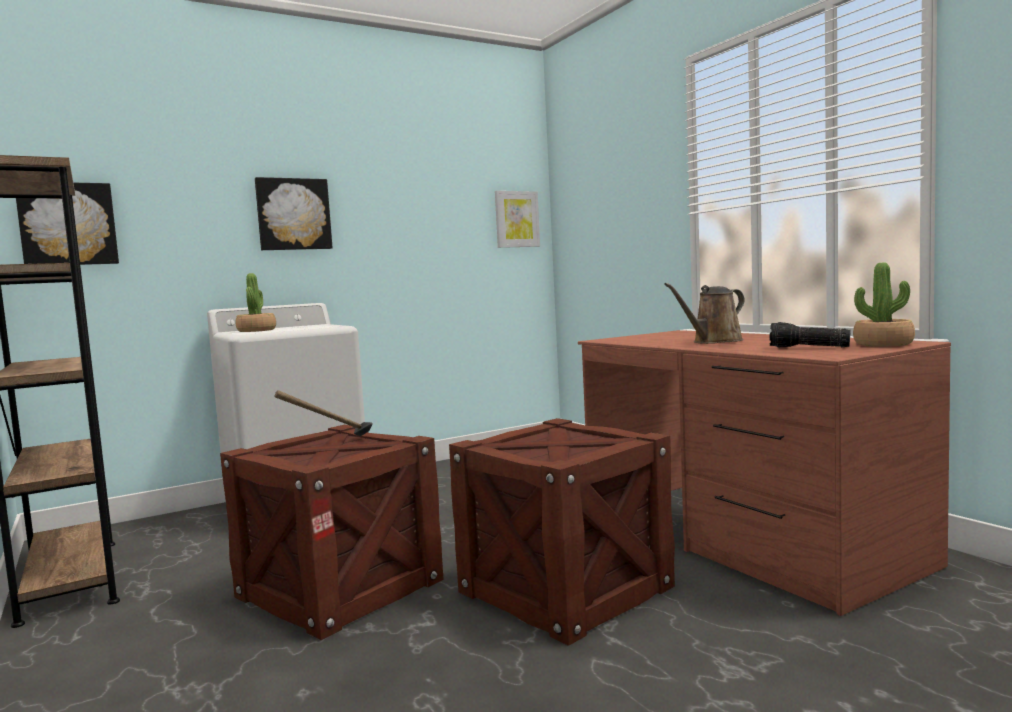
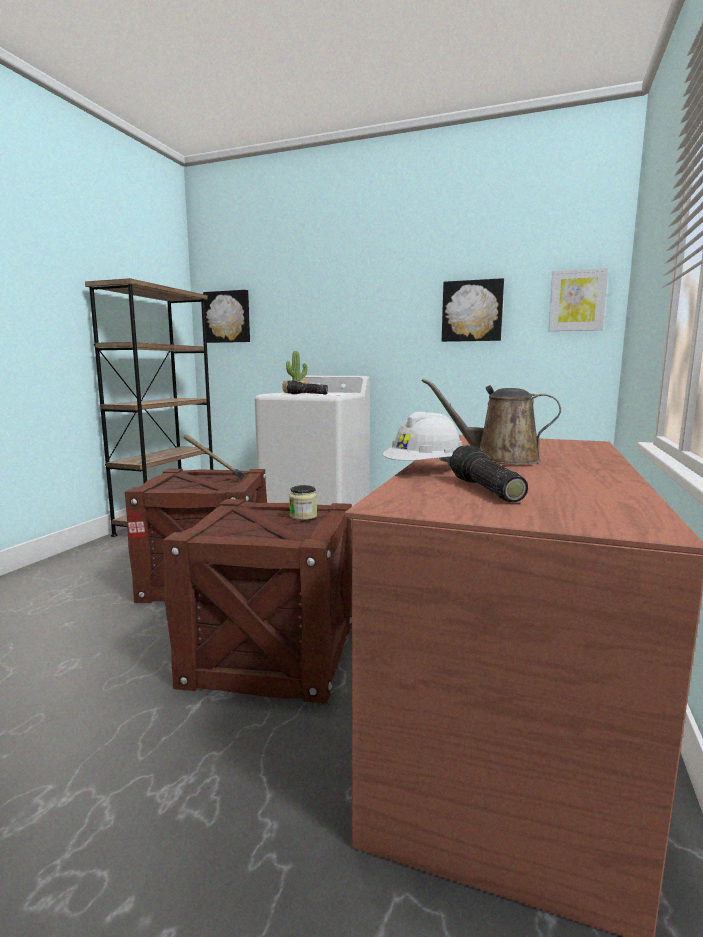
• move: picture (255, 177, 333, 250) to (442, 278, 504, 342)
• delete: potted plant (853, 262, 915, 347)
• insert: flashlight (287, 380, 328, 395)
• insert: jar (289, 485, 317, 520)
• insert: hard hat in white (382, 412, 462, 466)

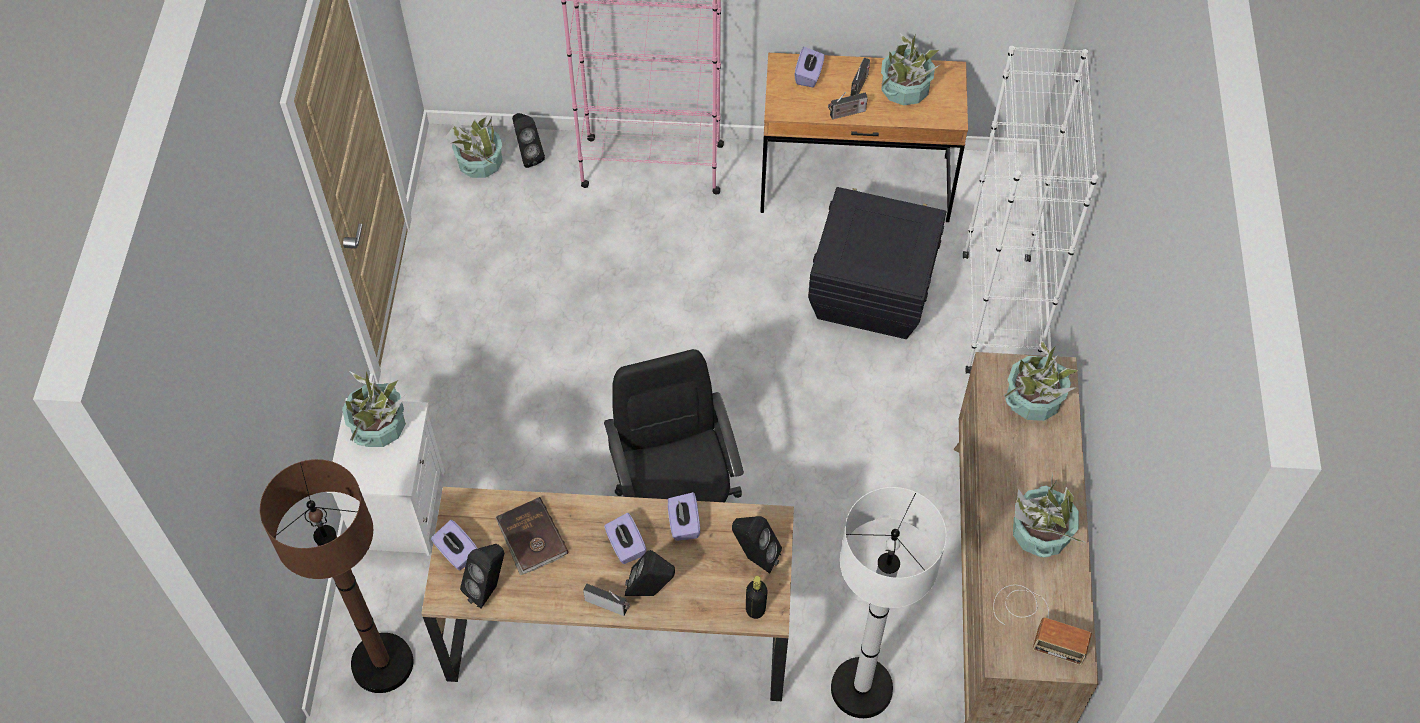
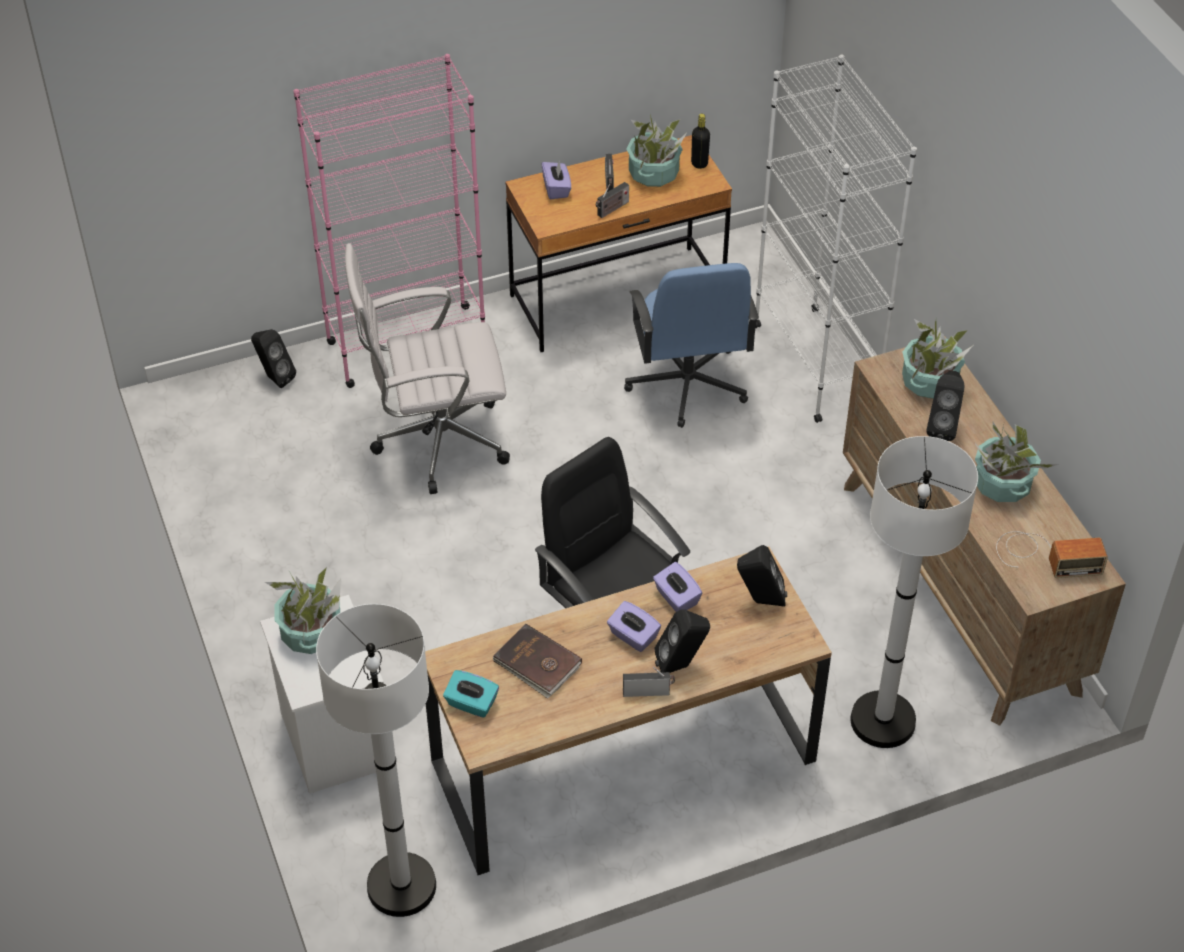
• recolor: floor lamp in brown (260, 459, 413, 693) to floor lamp in white (316, 604, 436, 917)
• recolor: tissue box in purple (431, 520, 478, 570) to tissue box in turquoise (443, 670, 499, 718)
• delete: potted plant (445, 116, 503, 178)
• move: speaker in black (460, 544, 504, 609) to (926, 371, 964, 441)
• move: bottle in black (746, 576, 768, 619) to (691, 114, 710, 169)
• replace: storage box in black (808, 187, 946, 339) to office chair in blue (624, 263, 759, 428)
• insert: office chair in white (345, 243, 510, 494)

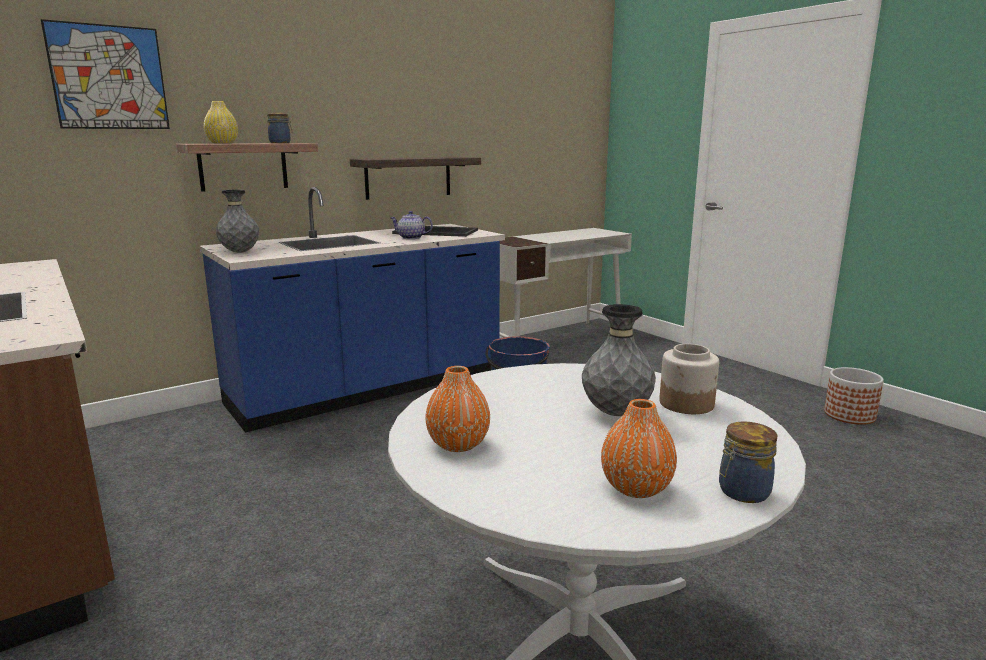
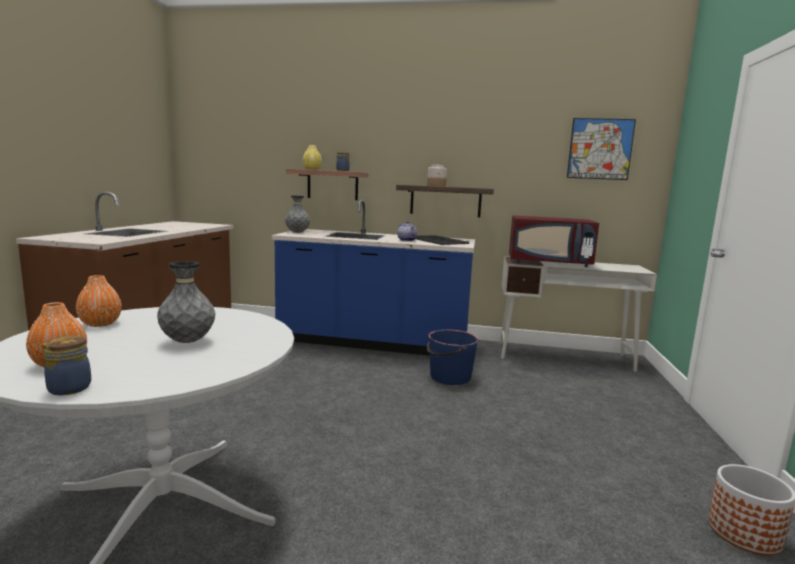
• move: picture (41, 19, 170, 129) to (567, 118, 636, 180)
• move: jar (659, 344, 719, 414) to (427, 165, 447, 186)
• insert: microwave in red (509, 215, 599, 267)

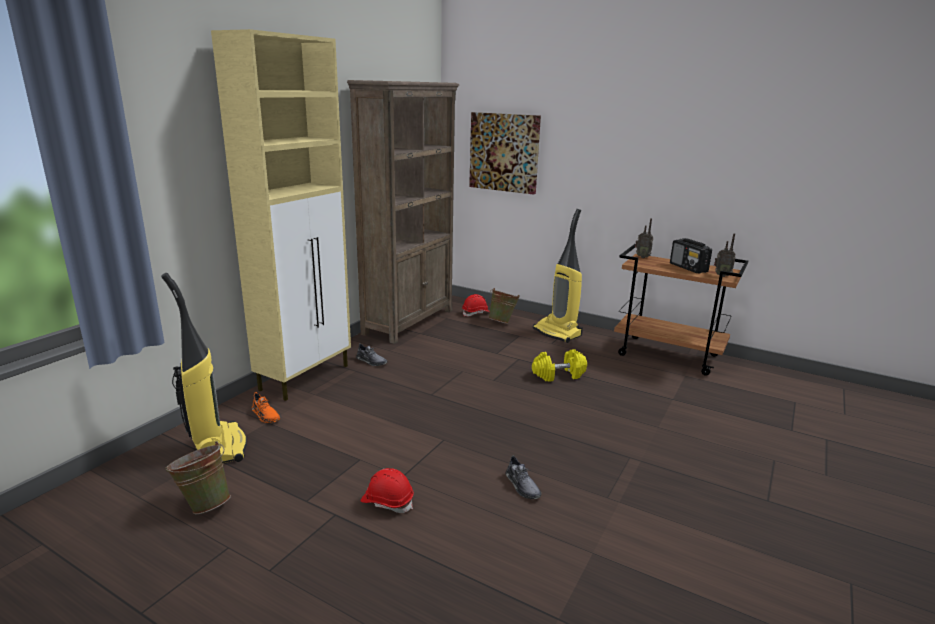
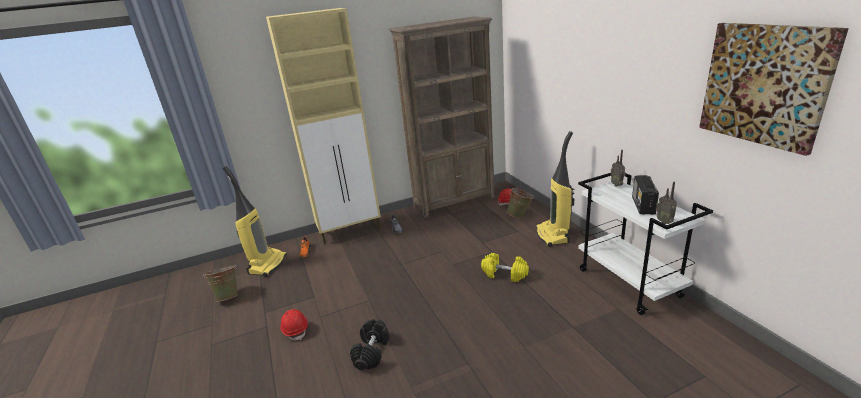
• move: picture (469, 112, 541, 195) to (699, 23, 849, 156)
• replace: shoe in grey (506, 455, 542, 499) to dumbbell in black (350, 319, 389, 370)
• recolor: cart in brown (614, 244, 748, 376) to cart in white (578, 173, 713, 315)

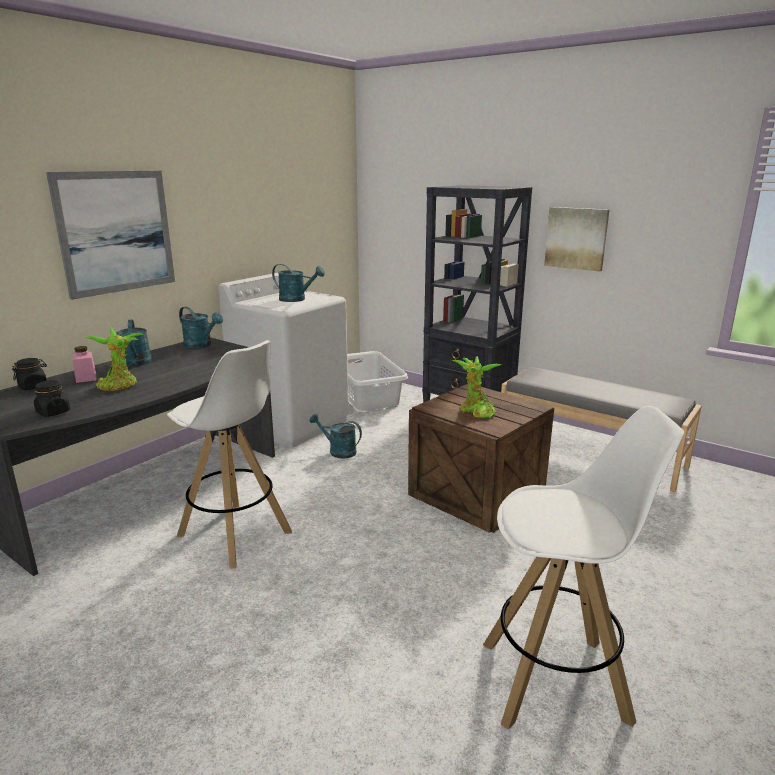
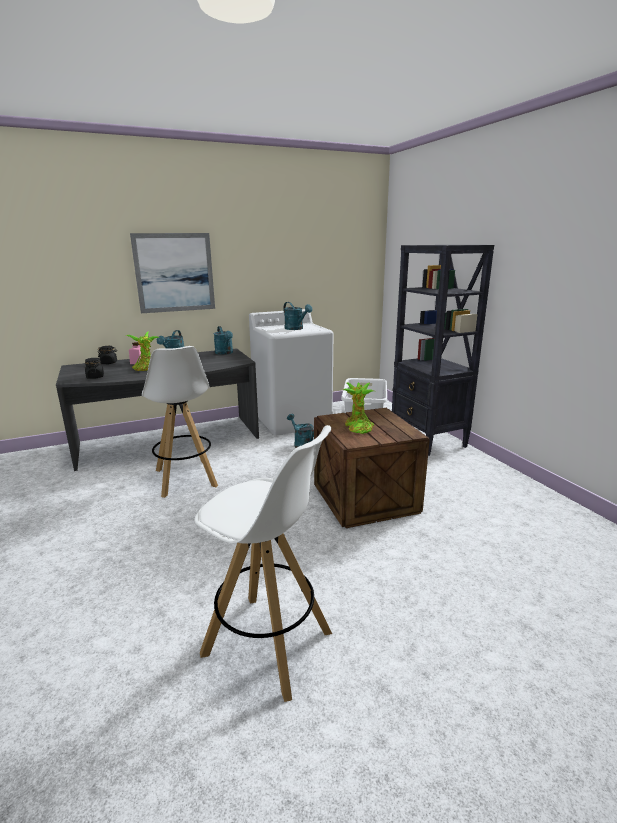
• delete: bench in grey (501, 367, 702, 492)
• delete: picture (544, 207, 610, 271)

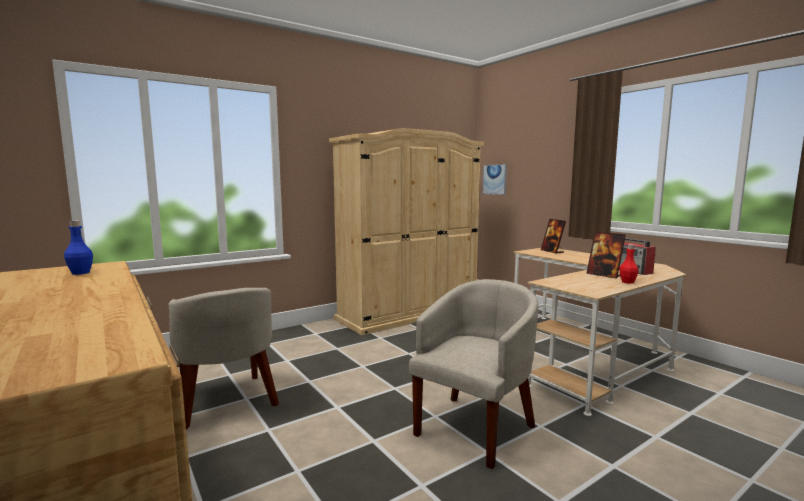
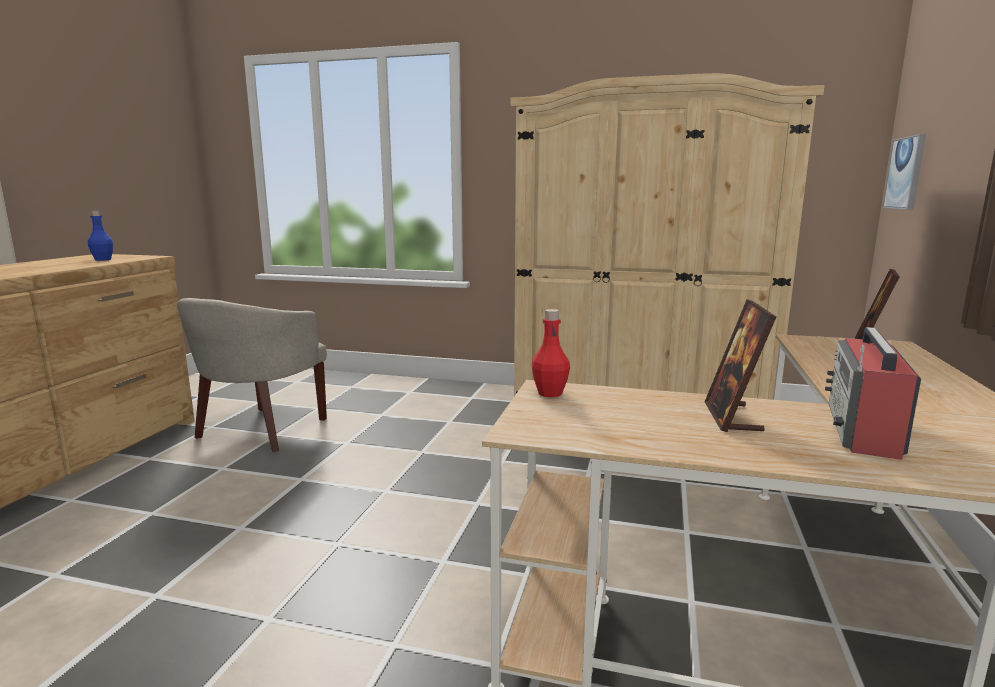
• delete: armchair in beige (409, 279, 538, 469)
• move: bottle in red (619, 245, 639, 284) to (531, 309, 570, 397)

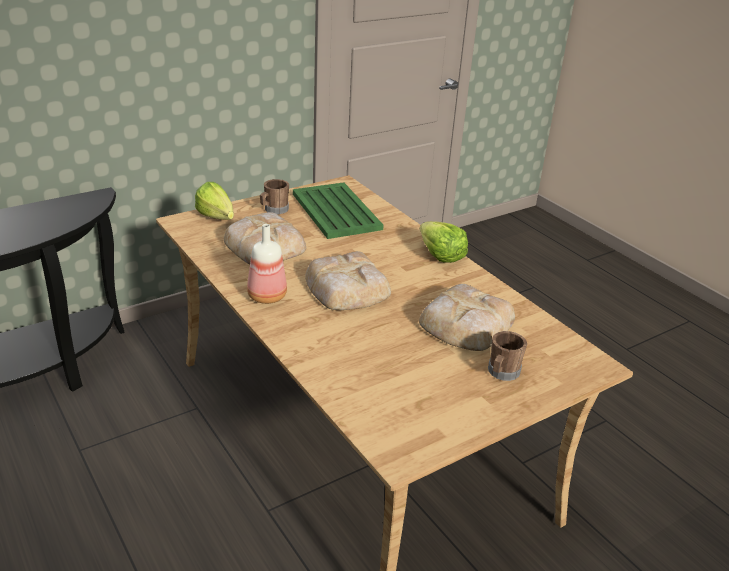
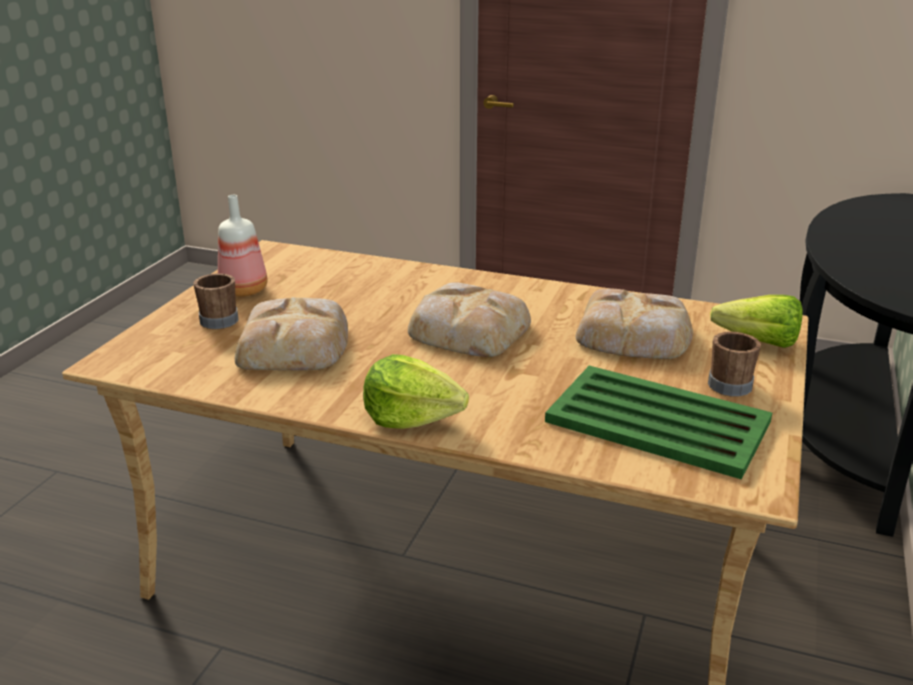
• move: bottle (247, 224, 287, 304) to (218, 195, 268, 297)

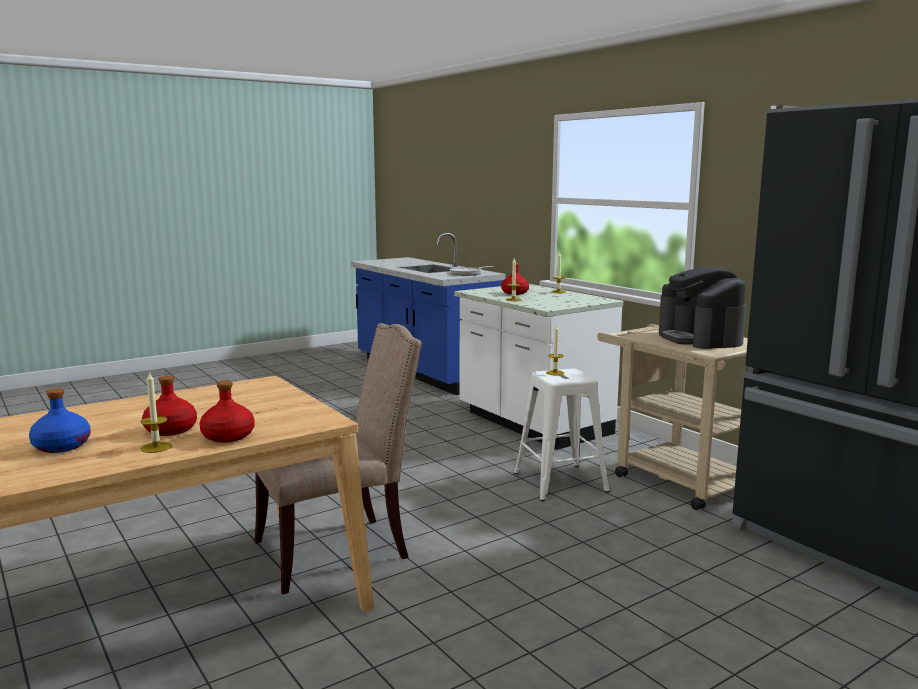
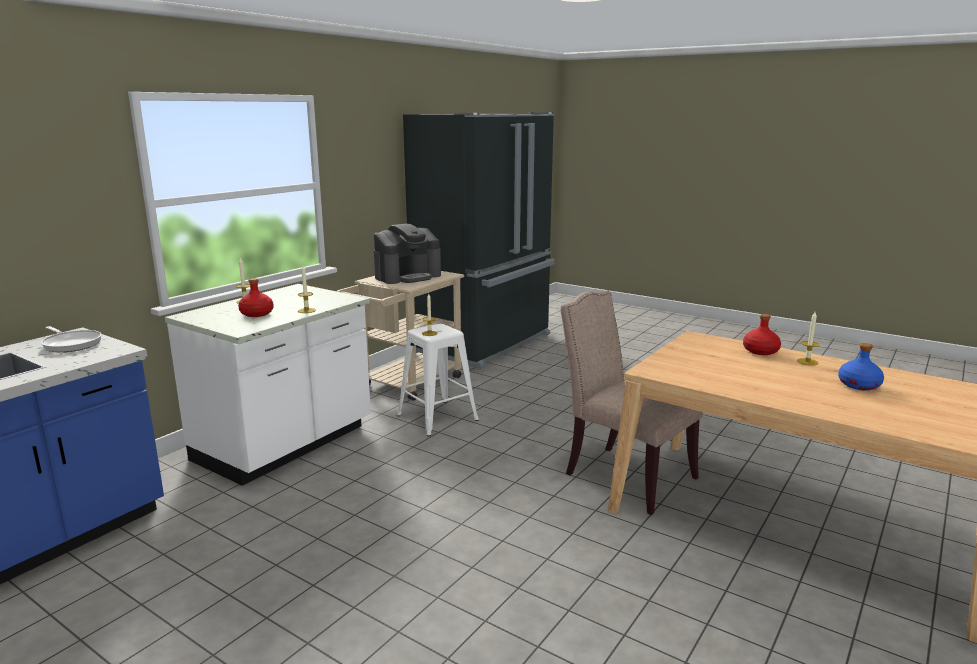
• delete: bottle in red (142, 376, 197, 436)

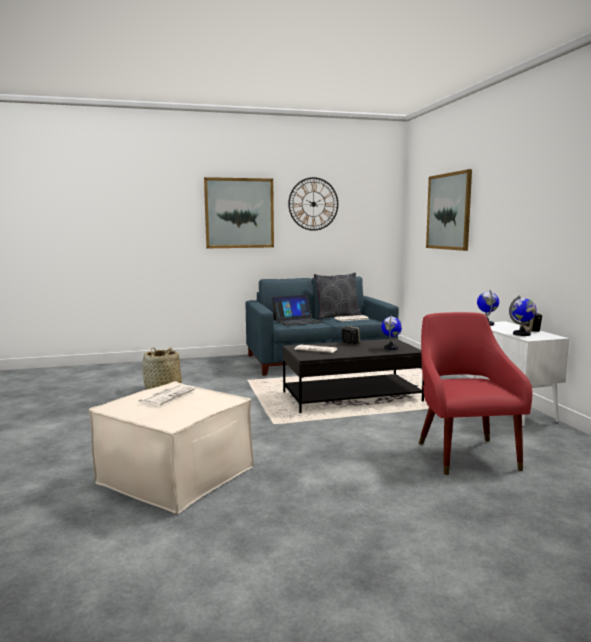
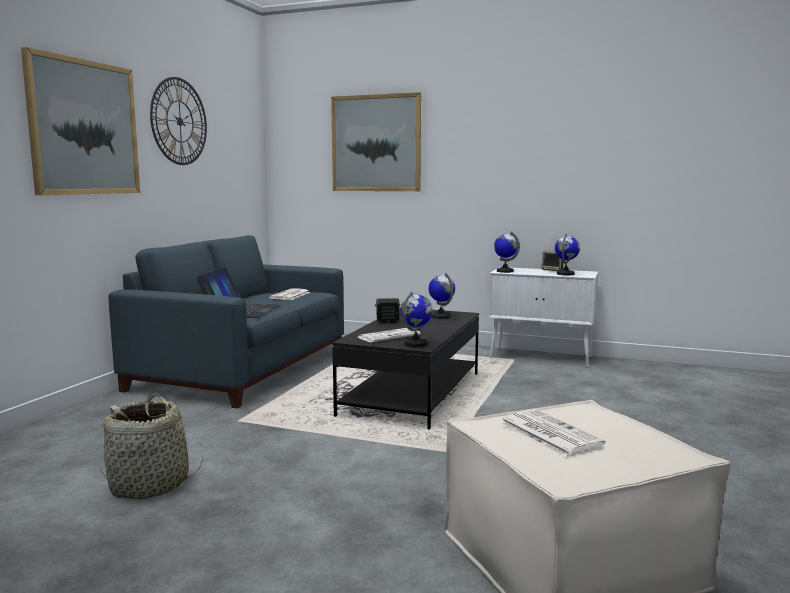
• delete: pillow in grey (314, 272, 362, 319)
• delete: armchair in red (418, 312, 533, 475)
• insert: globe (401, 291, 433, 347)

